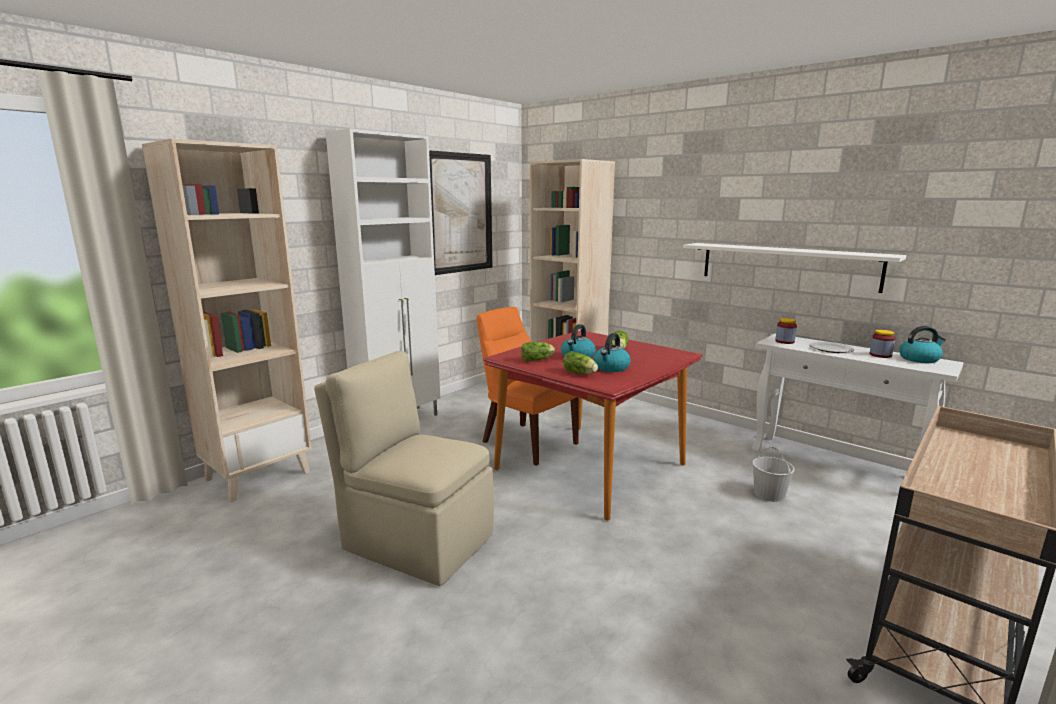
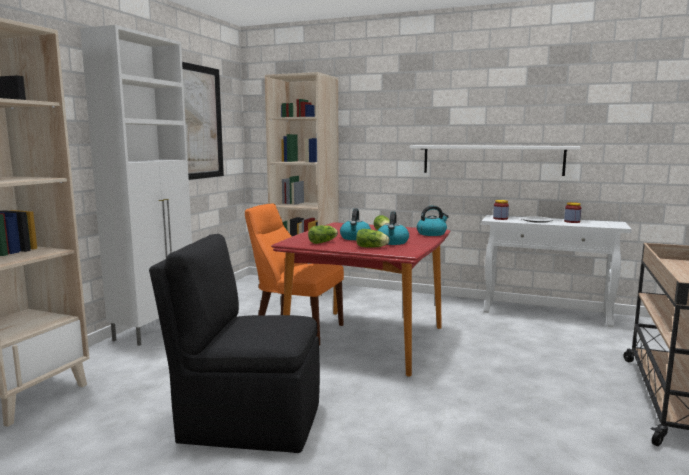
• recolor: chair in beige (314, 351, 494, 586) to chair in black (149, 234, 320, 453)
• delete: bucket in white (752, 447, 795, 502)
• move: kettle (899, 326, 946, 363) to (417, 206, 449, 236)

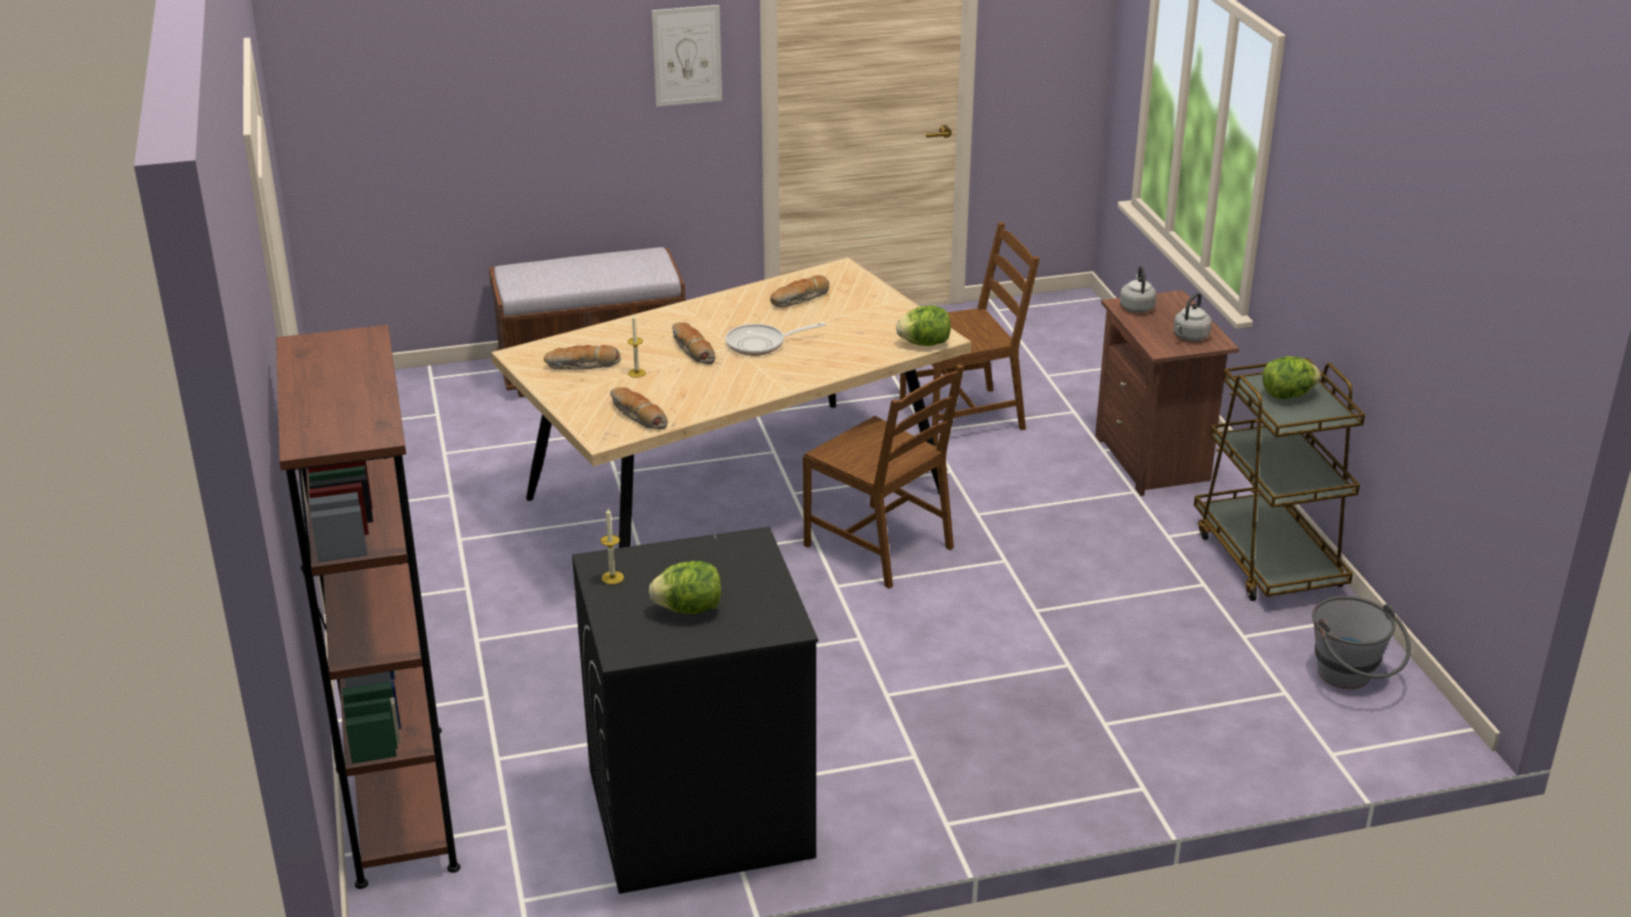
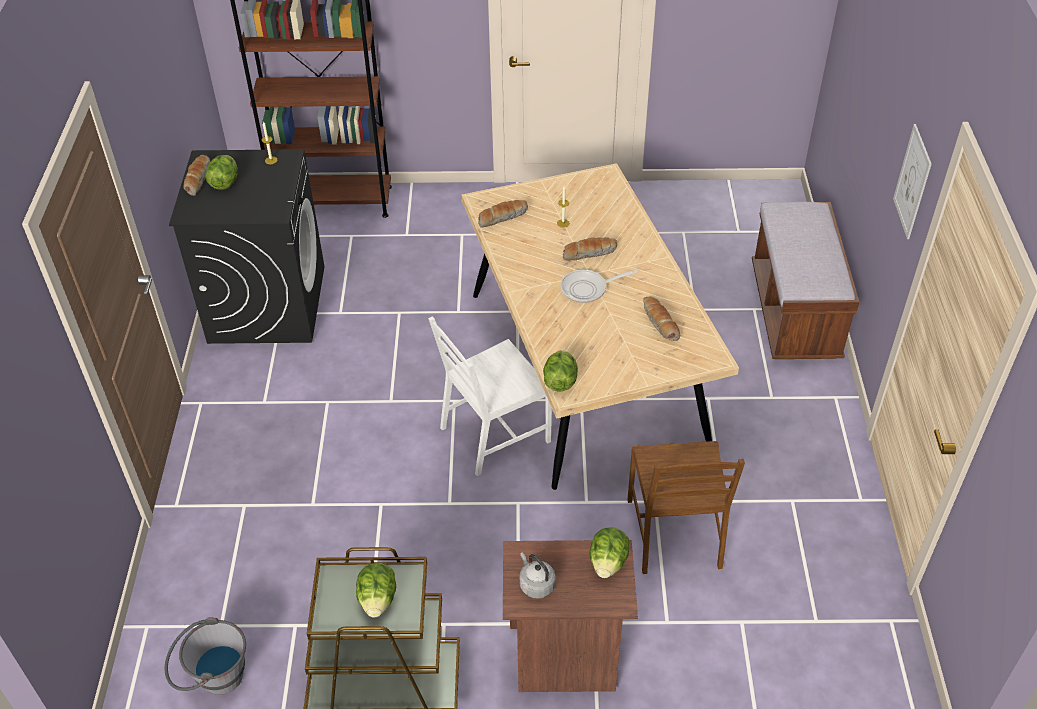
• move: bread (544, 345, 621, 370) to (184, 155, 210, 196)
• rotate: frying pan (725, 323, 825, 356) = (561, 270, 638, 303) 105 degrees counterclockwise
• recolor: chair in brown (803, 364, 964, 589) to chair in white (428, 316, 552, 476)
• replace: kettle in grey (1120, 266, 1156, 313) to lettuce (590, 527, 629, 578)

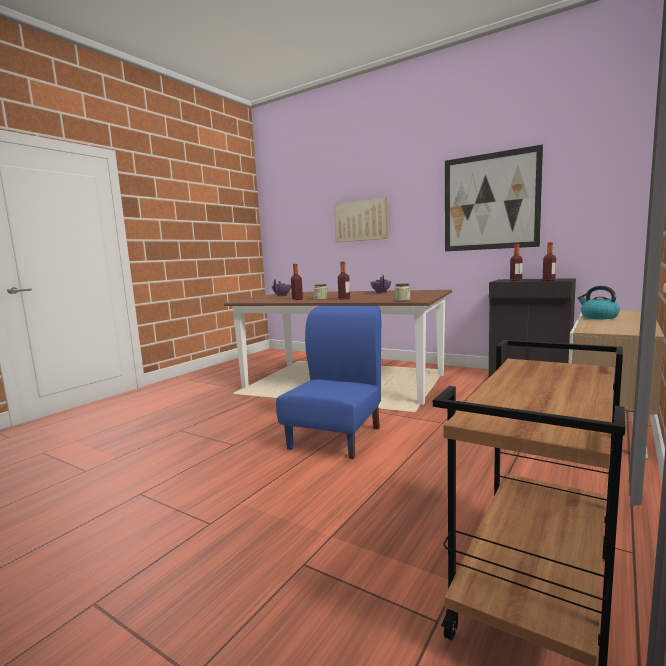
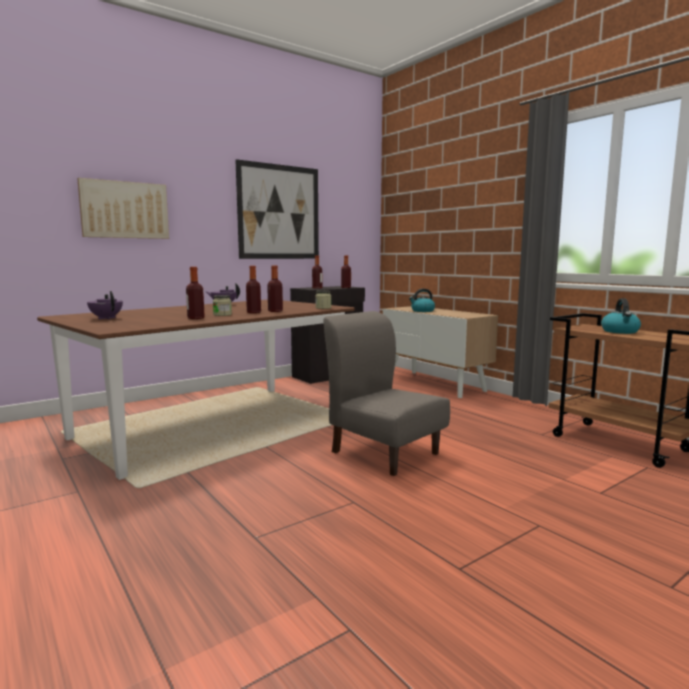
• recolor: chair in blue (276, 306, 381, 459) to chair in grey (323, 311, 450, 476)
• insert: bottle (267, 266, 283, 312)
• insert: kettle (601, 299, 641, 334)

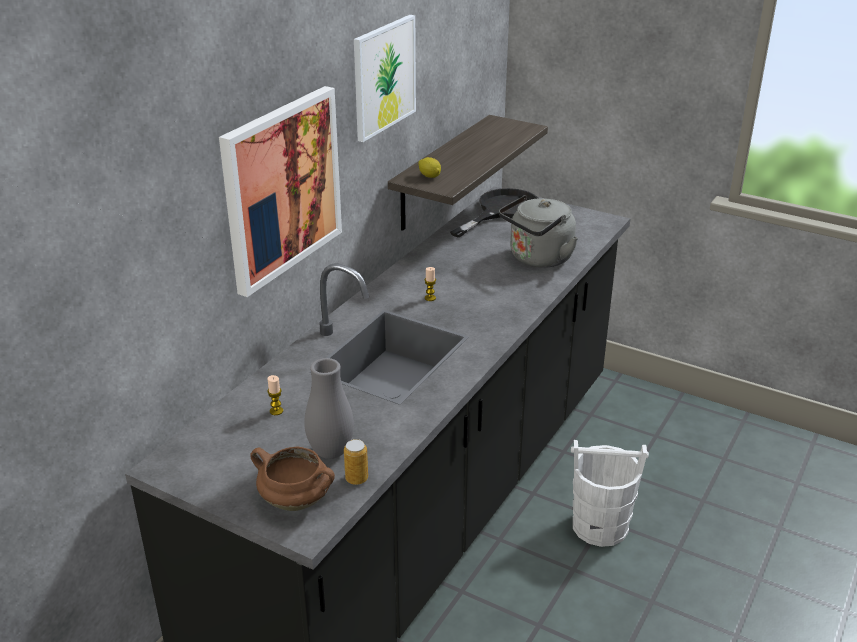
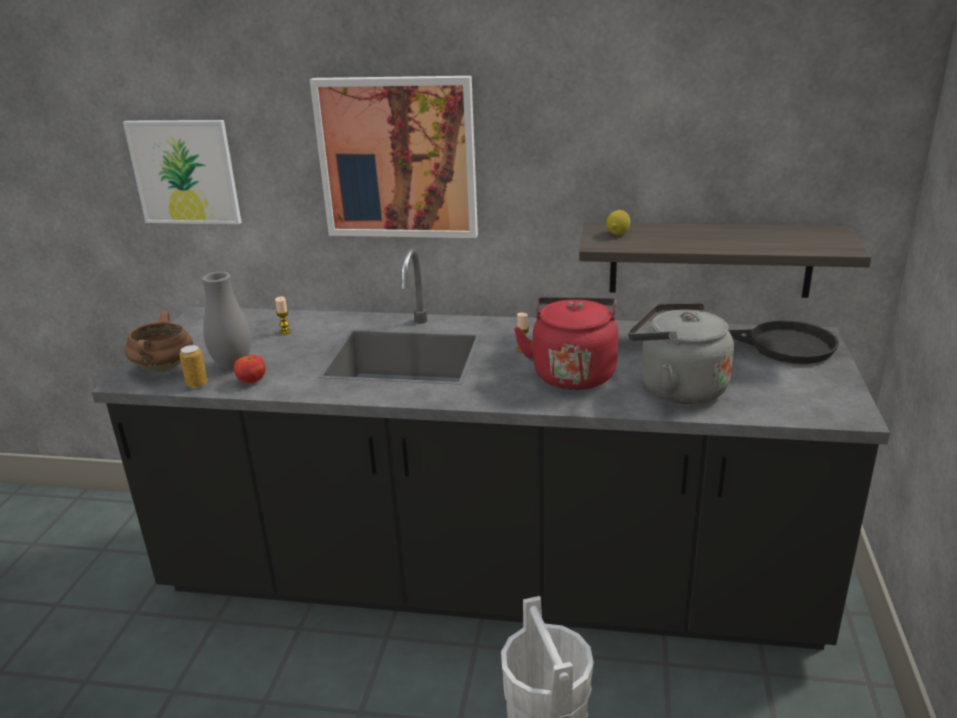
• move: picture (354, 15, 416, 142) to (123, 120, 241, 224)
• insert: tomato (234, 355, 266, 383)
• insert: kettle in red (514, 297, 618, 390)

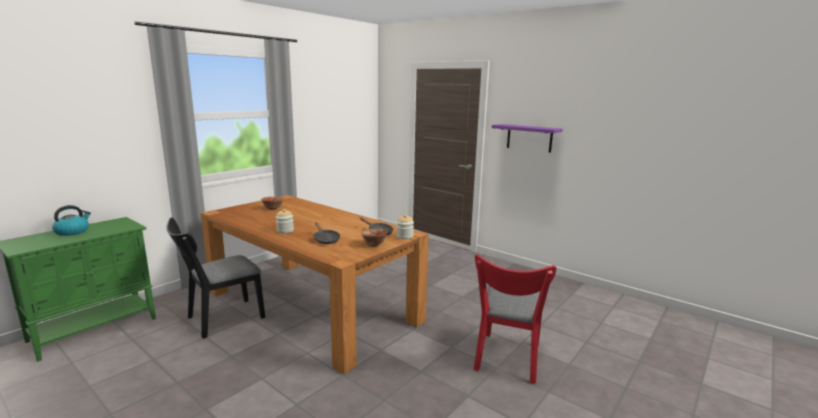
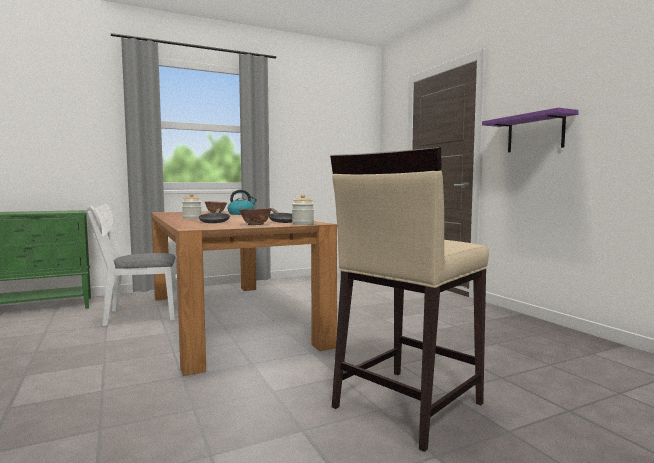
• move: kettle (52, 205, 91, 236) to (228, 190, 257, 215)
• recolor: chair in black (167, 218, 265, 339) to chair in white (86, 204, 178, 326)
• replace: chair in red (474, 254, 556, 384) to stool in beige (330, 147, 489, 452)

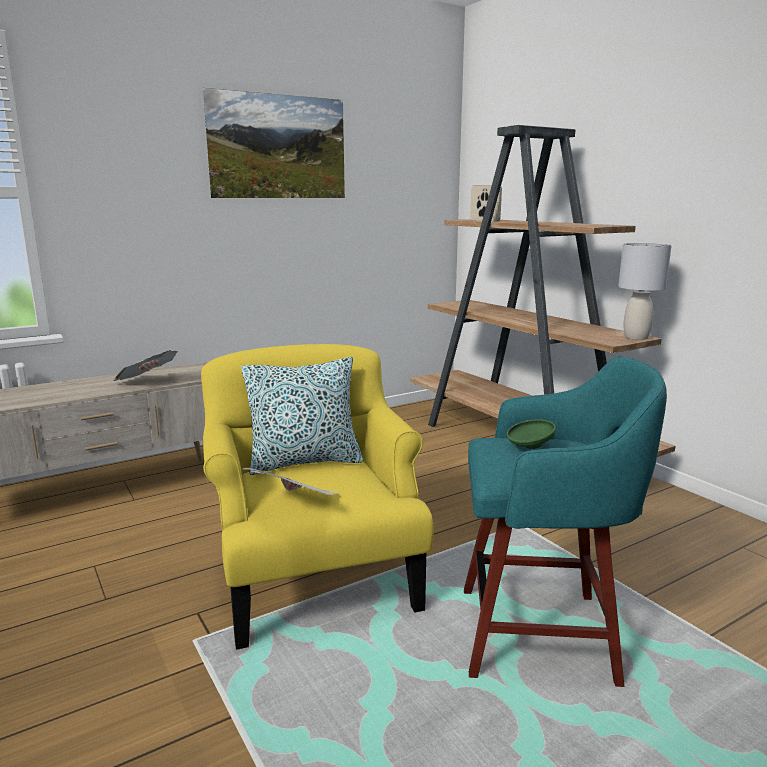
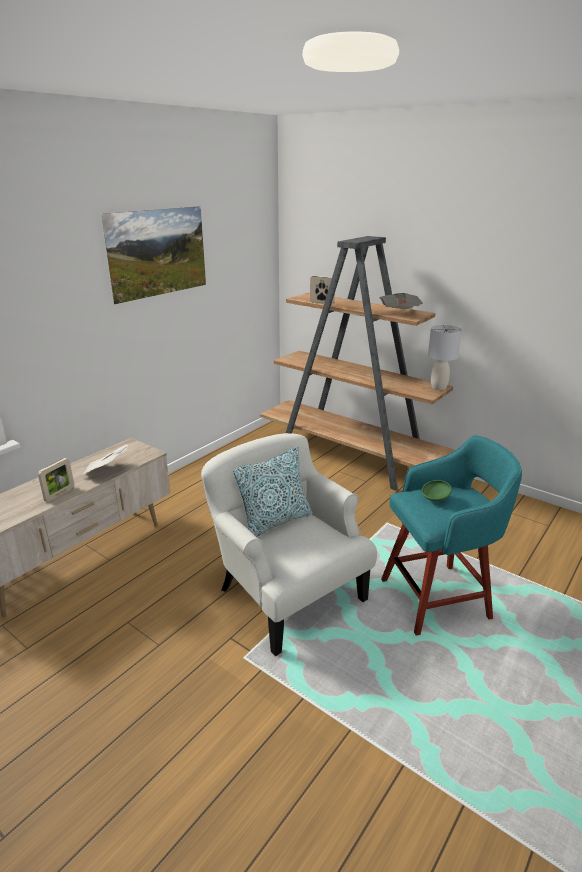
• recolor: armchair in yellow (201, 344, 434, 650) to armchair in white (201, 433, 377, 656)
• move: newspaper (243, 468, 338, 496) to (379, 293, 422, 309)
• insert: picture frame (38, 458, 74, 502)

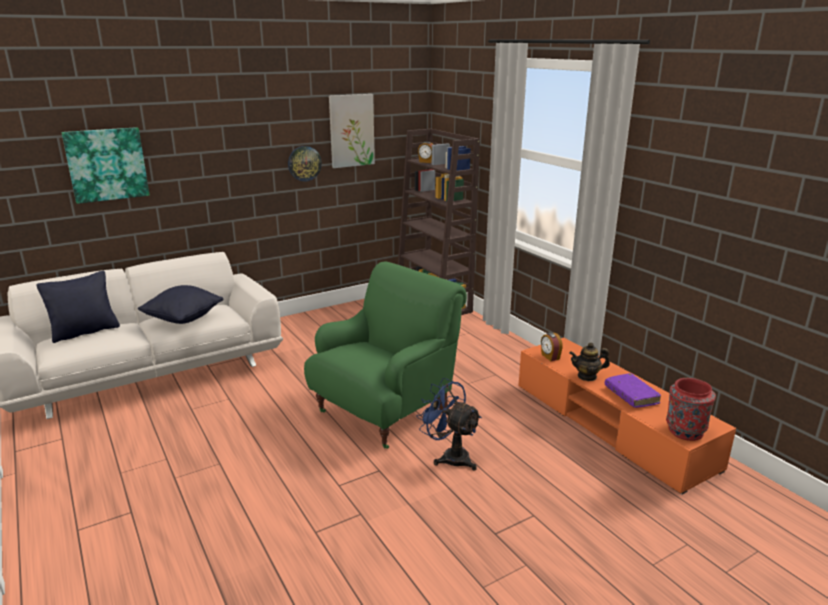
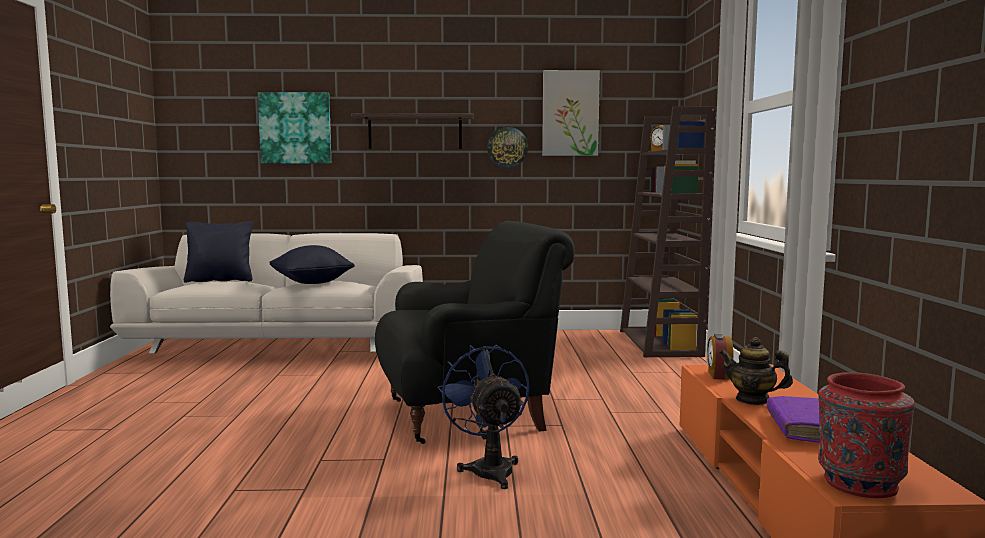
• recolor: armchair in green (304, 262, 467, 449) to armchair in black (375, 221, 575, 444)
• insert: shelf (351, 113, 474, 149)

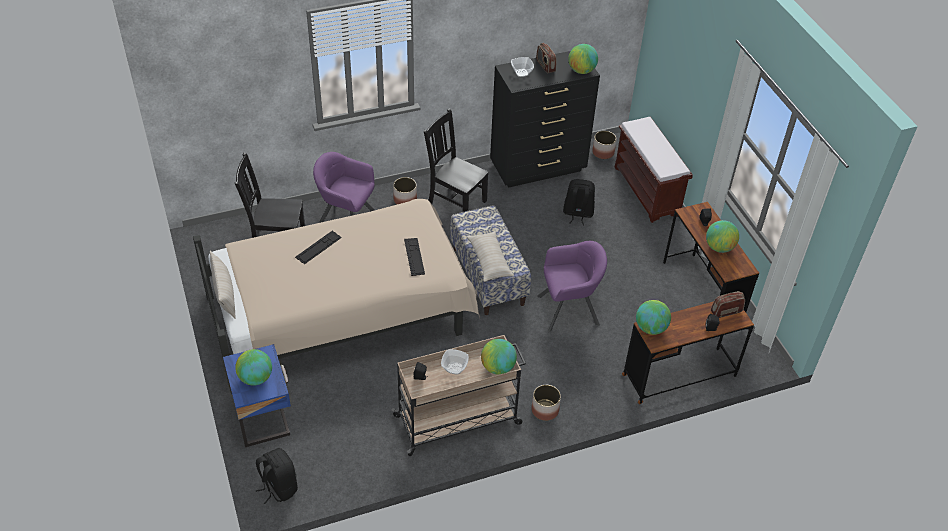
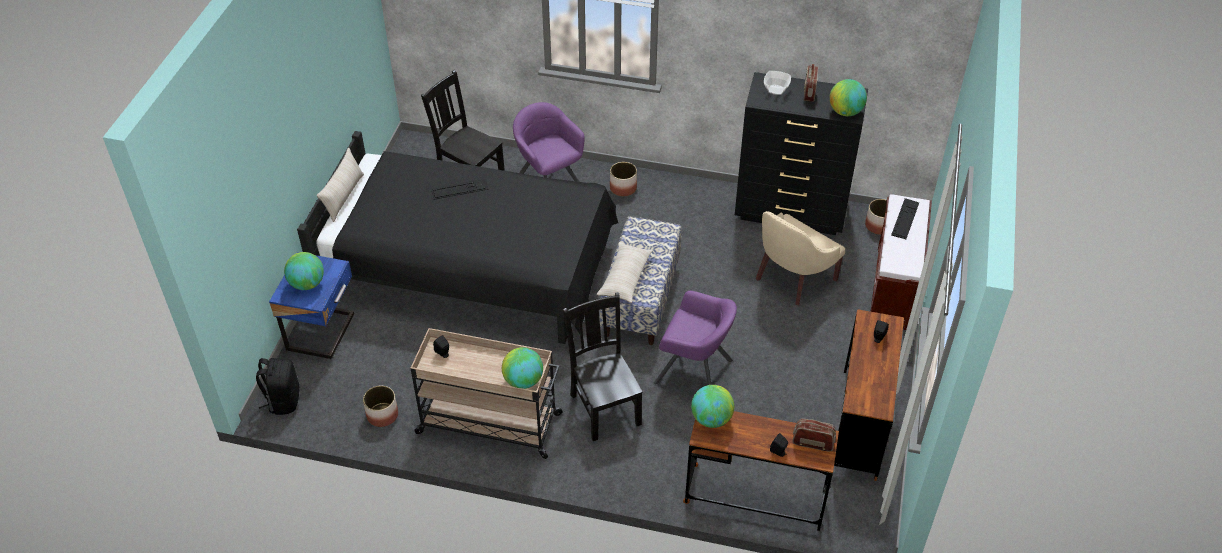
• recolor: bed in beige (193, 199, 480, 394) to bed in black (297, 131, 618, 344)
• move: keyboard (404, 238, 425, 276) to (891, 198, 919, 239)
• move: chair in black (424, 109, 489, 212) to (563, 292, 643, 441)
• delete: bowl (441, 349, 469, 374)
• move: planter (531, 385, 561, 421) to (363, 386, 398, 427)
• replace: backpack in black (563, 179, 595, 226) to armchair in beige (756, 211, 845, 305)
• delete: globe (706, 220, 739, 253)

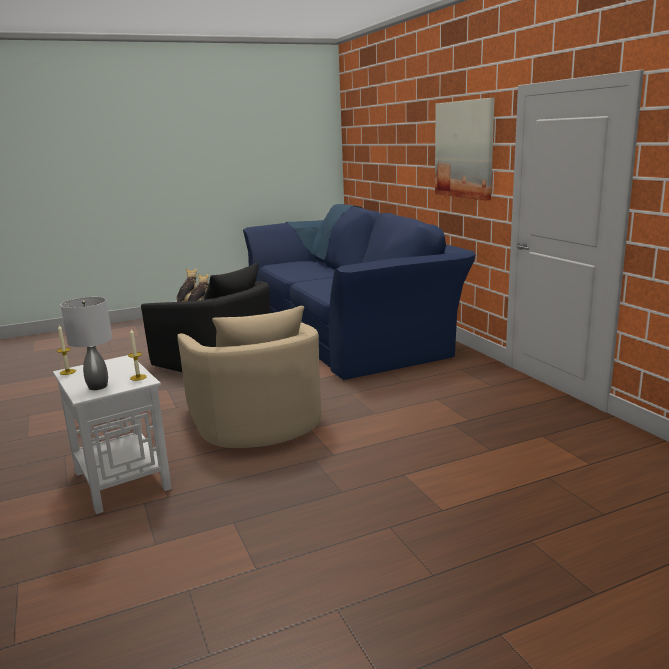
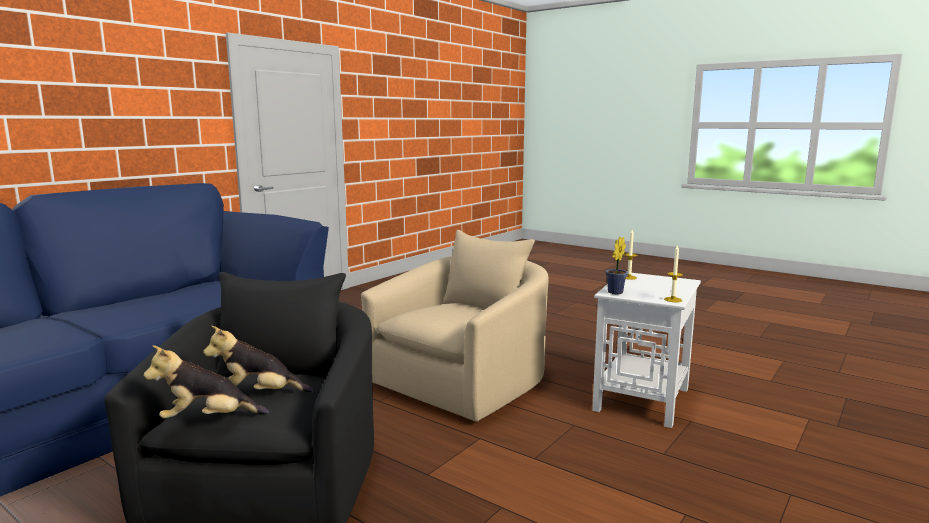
• delete: table lamp in grey (61, 297, 112, 390)
• delete: picture (435, 98, 495, 201)
• insert: potted plant (606, 237, 628, 294)

